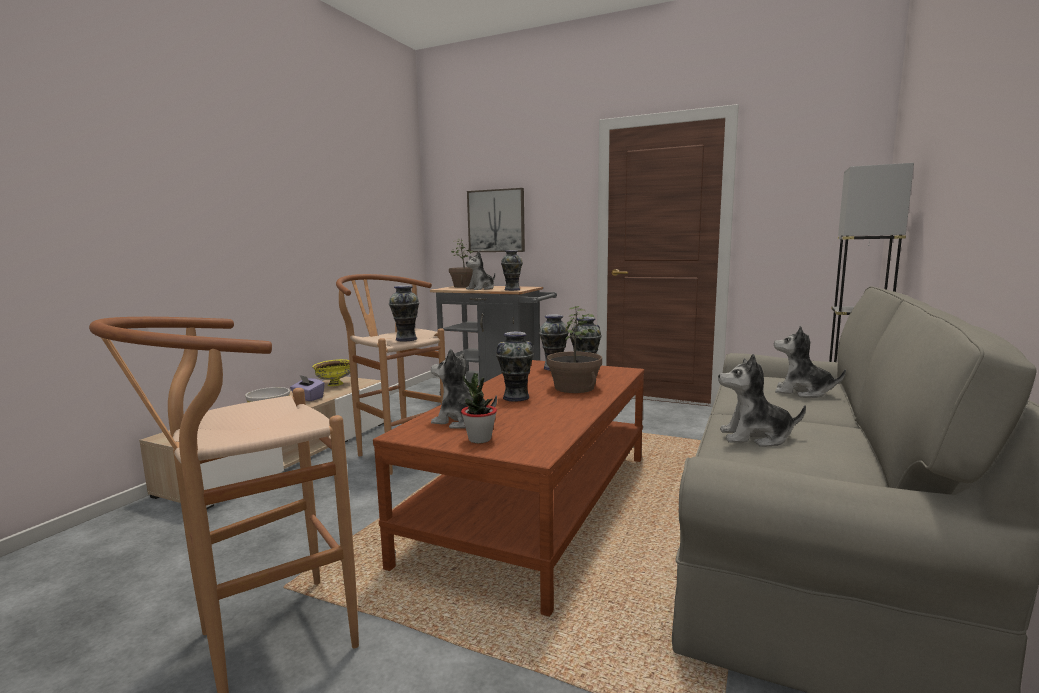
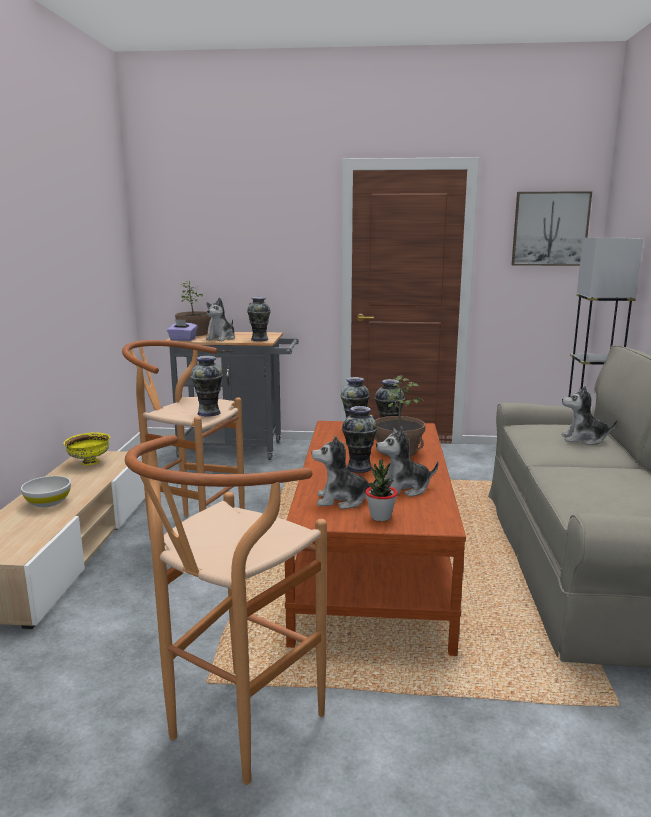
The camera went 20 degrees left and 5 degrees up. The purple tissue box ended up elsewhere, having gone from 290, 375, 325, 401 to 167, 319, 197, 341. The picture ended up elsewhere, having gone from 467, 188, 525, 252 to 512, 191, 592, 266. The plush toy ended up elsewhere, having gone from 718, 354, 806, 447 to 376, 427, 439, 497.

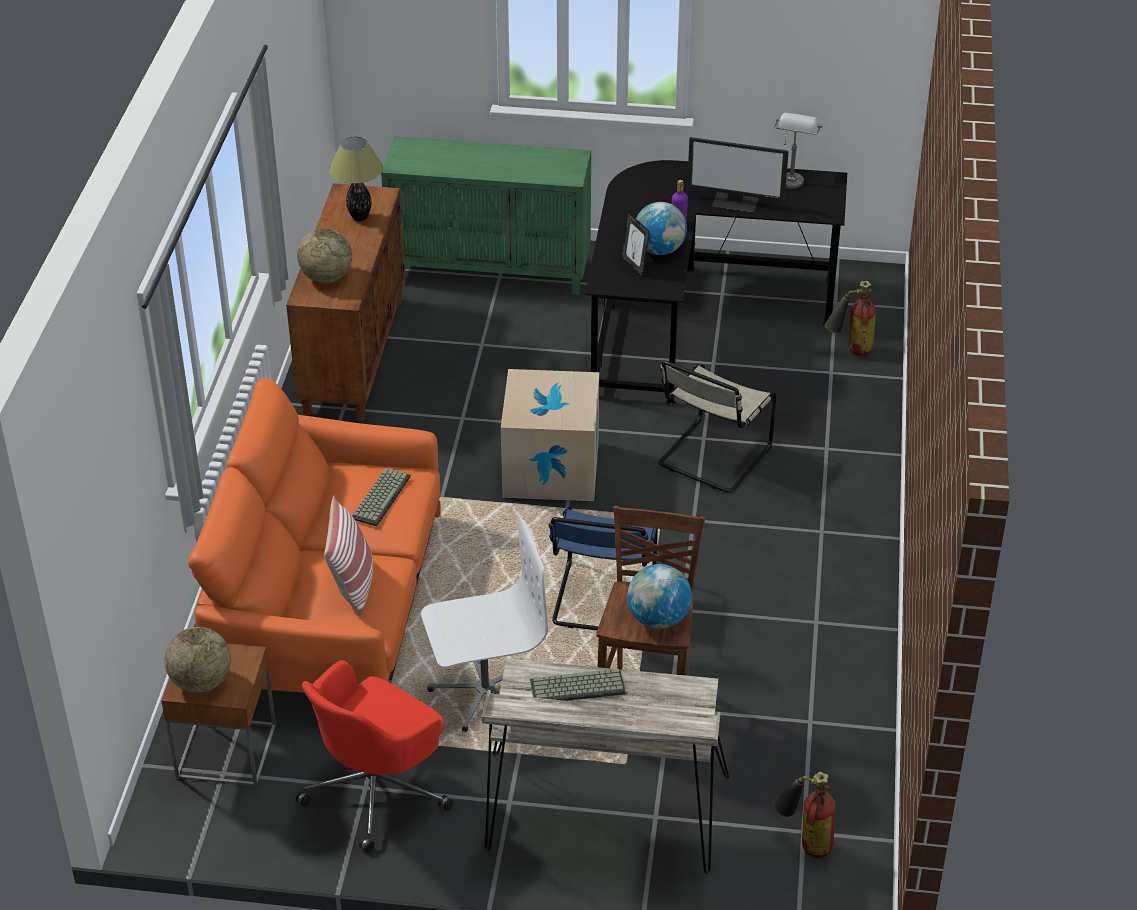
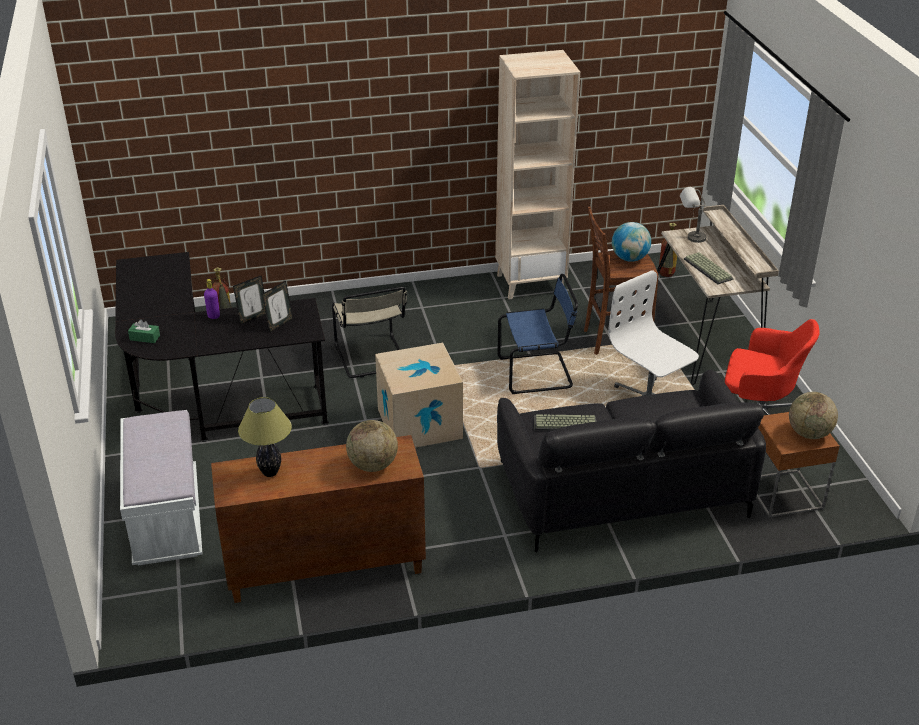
The camera went 110 degrees left and 5 degrees down. The second view lost the pillow at 324, 496, 373, 616. The second view lost the monitor at 687, 137, 789, 213. The second view gained the green tissue box at 128, 319, 160, 343. The second view gained the beige bookcase at 495, 50, 580, 299. The grey table lamp ended up elsewhere, having gone from 774, 113, 822, 189 to 680, 187, 706, 243. Where the green cabinet stood at 381, 136, 591, 295, the white bench came to stand at 120, 410, 203, 566. Where the globe stood at 636, 202, 687, 255, the picture frame came to stand at 233, 276, 266, 325. What was the orange sofa at 188, 378, 440, 693 turned into the black sofa at 497, 369, 766, 553. The beige chair at 659, 360, 777, 493 ended up facing another way, 60 degrees clockwise from before.

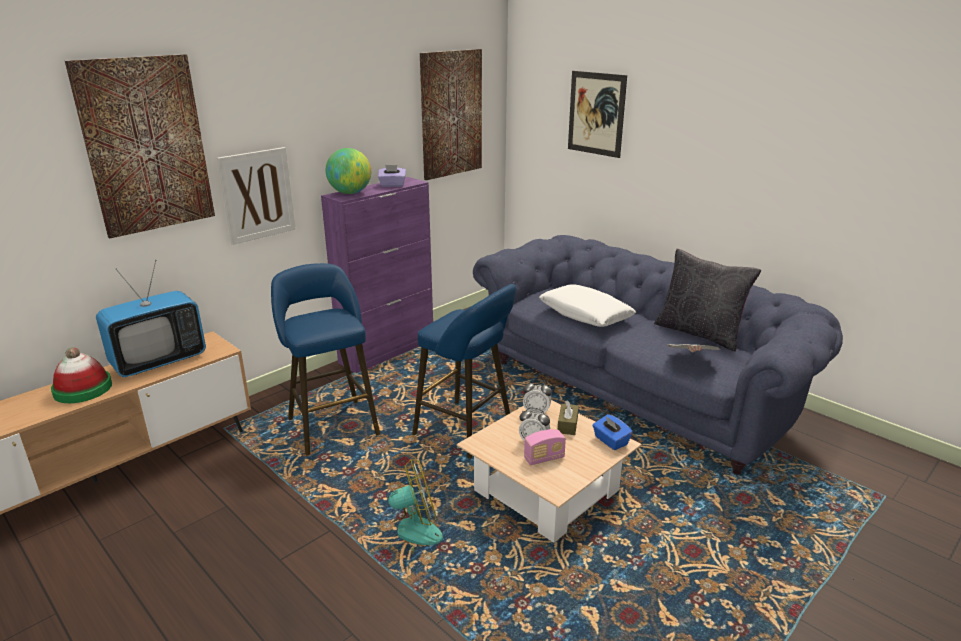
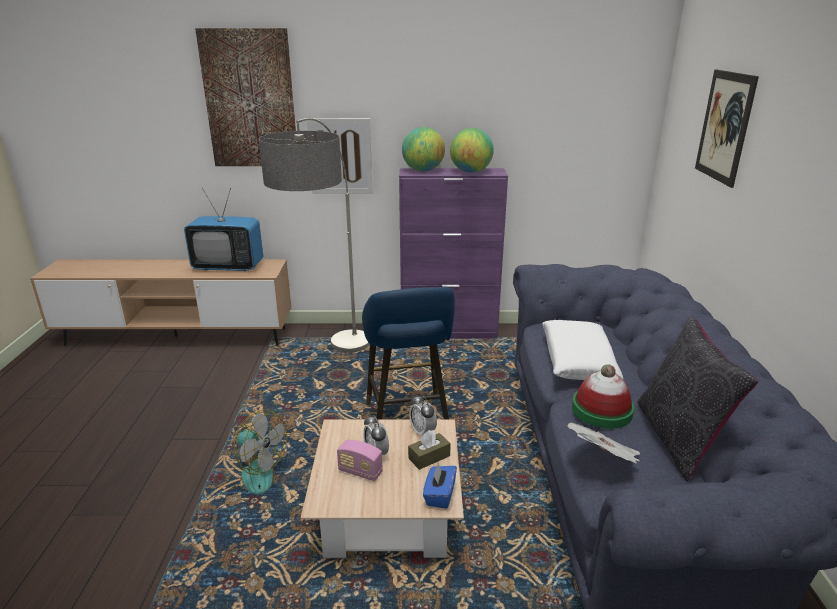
The camera went 45 degrees right and 0 degrees up. The second view lost the picture at 420, 49, 482, 180. The hat ended up elsewhere, having gone from 51, 347, 112, 403 to 572, 364, 634, 429. Where the blue stool stood at 271, 263, 380, 455, the floor lamp came to stand at 259, 118, 370, 352. Where the purple tissue box stood at 378, 165, 406, 187, the globe came to stand at 450, 128, 494, 173.

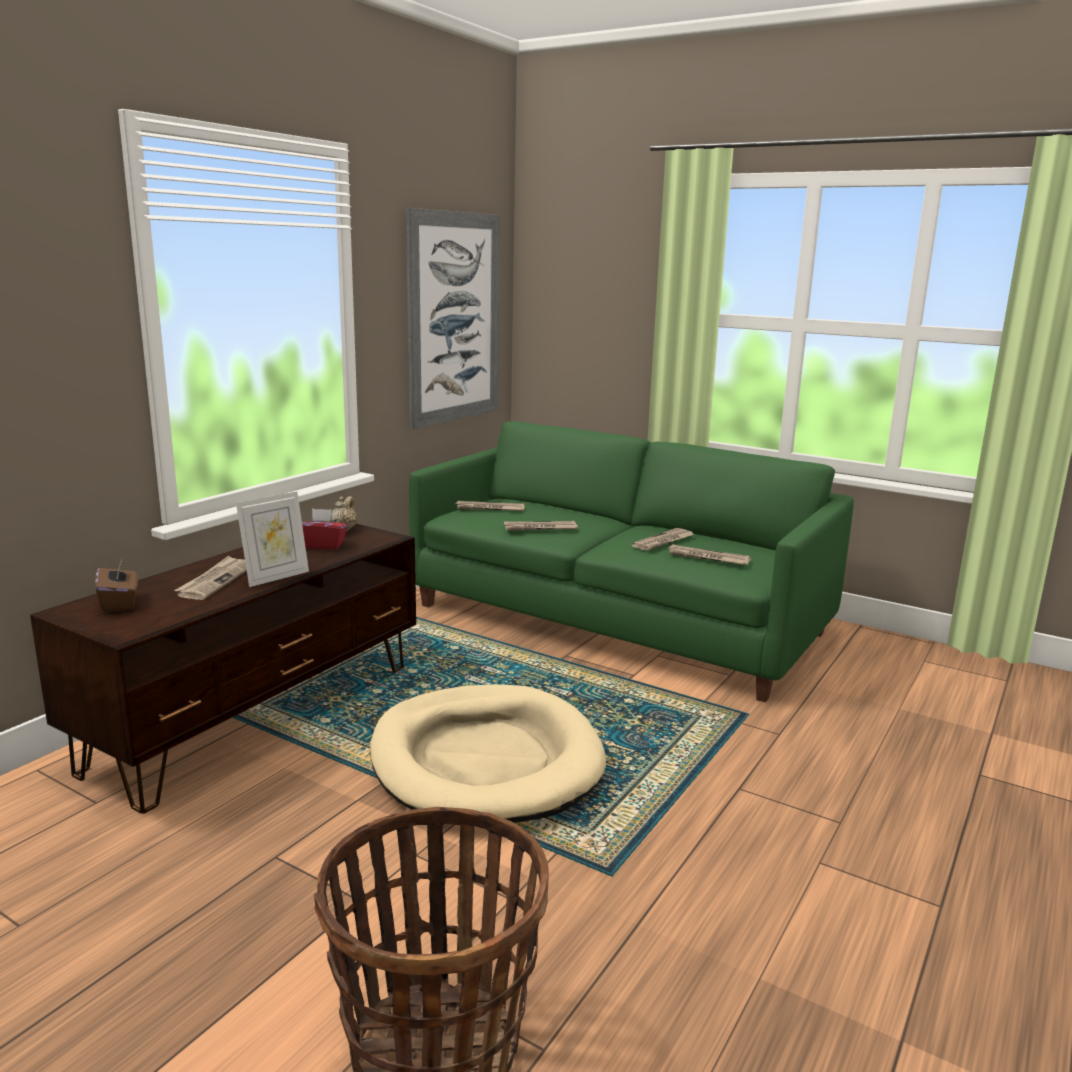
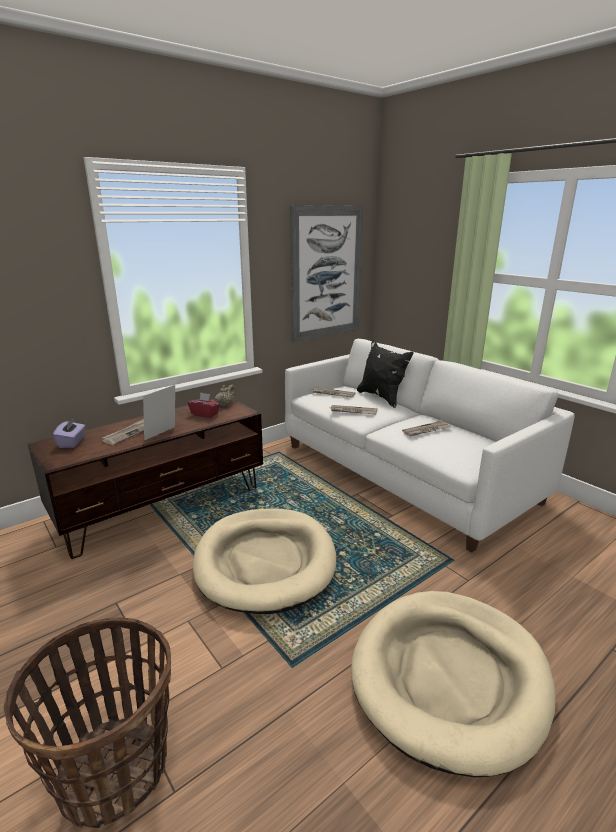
The camera went 20 degrees right and 5 degrees up. The second view lost the newspaper at 667, 545, 751, 565. The second view gained the beige dog bed at 351, 591, 556, 777. The second view gained the black pillow at 357, 341, 414, 408. What was the brown tissue box at 95, 560, 138, 613 turned into the purple tissue box at 53, 418, 85, 448. What was the green sofa at 409, 421, 854, 702 turned into the white sofa at 285, 339, 575, 553. The picture frame at 236, 491, 309, 587 ended up facing another way, 150 degrees clockwise from before.

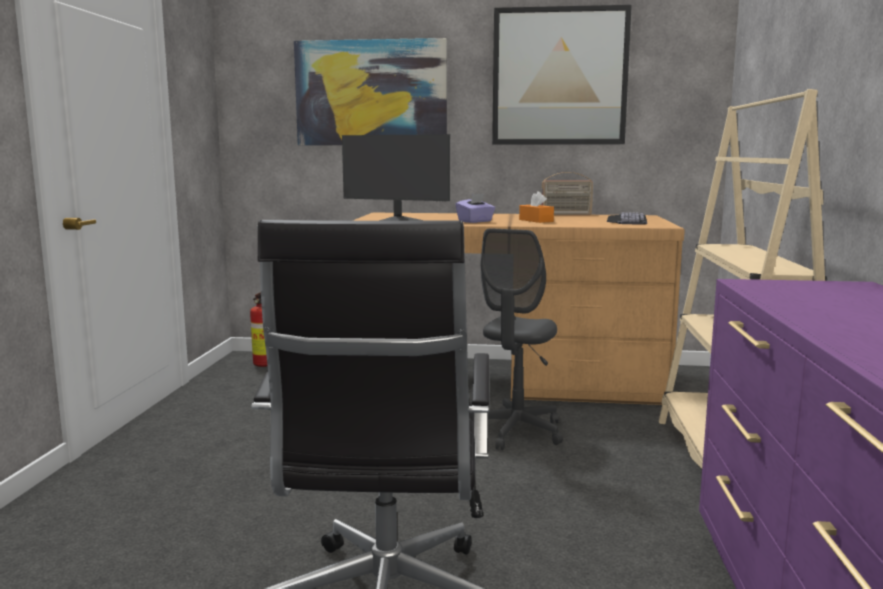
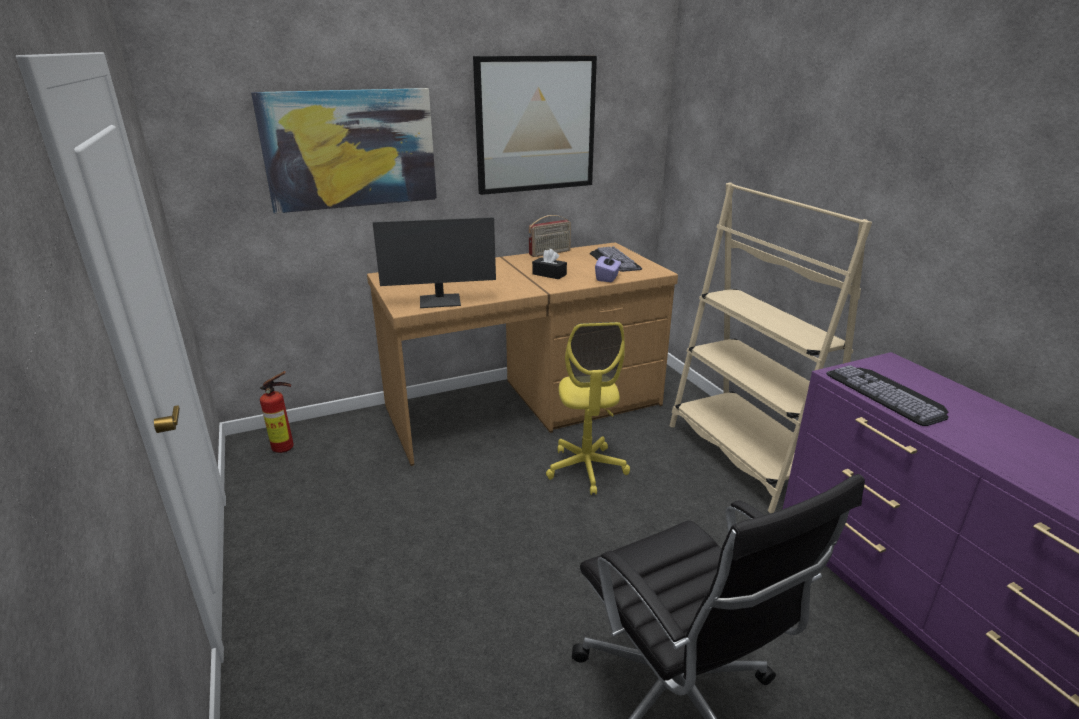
The camera went 30 degrees left and 15 degrees up. The second view gained the keyboard at 826, 365, 949, 426. The purple tissue box ended up elsewhere, having gone from 455, 194, 495, 223 to 595, 253, 621, 282. What was the grey office chair at 481, 228, 563, 450 turned into the yellow office chair at 546, 322, 630, 495. What was the orange tissue box at 519, 191, 554, 223 turned into the black tissue box at 532, 249, 567, 279.

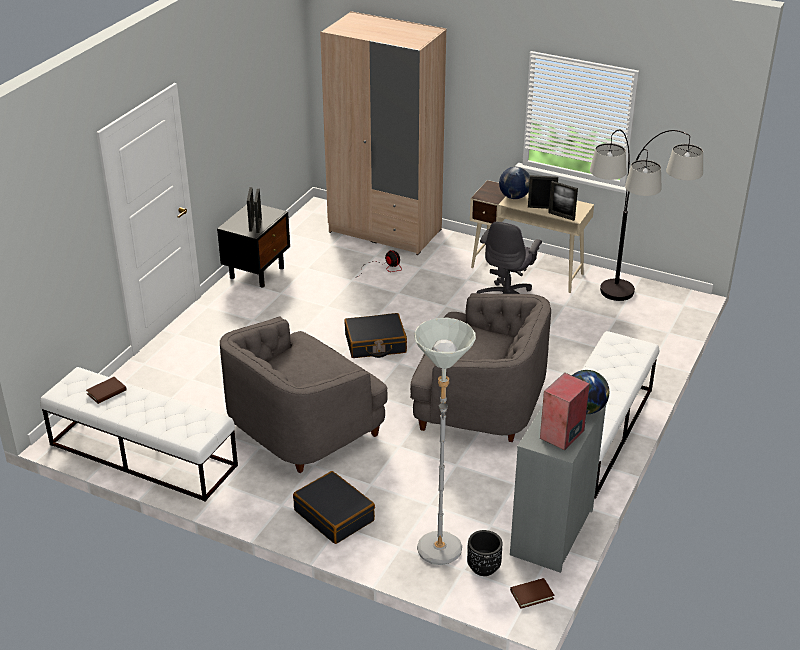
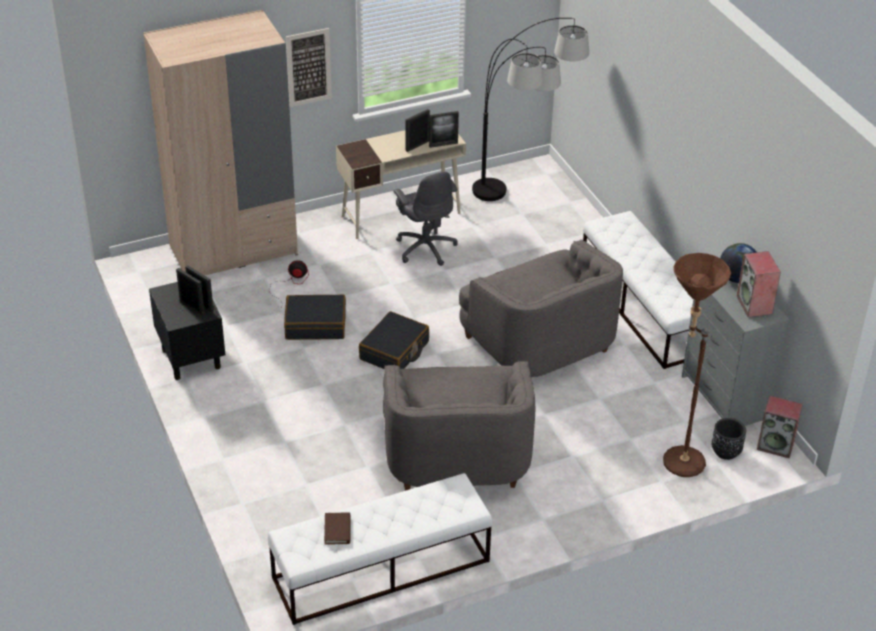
The camera went 50 degrees left and 5 degrees up. The second view lost the globe at 499, 167, 530, 199. The second view gained the picture at 286, 28, 332, 107. The black suitcase ended up elsewhere, having gone from 293, 471, 375, 544 to 284, 295, 346, 340. Where the brown book stood at 510, 578, 555, 609, the speaker came to stand at 757, 396, 803, 459. What was the grey floor lamp at 414, 318, 476, 565 turned into the brown floor lamp at 663, 253, 731, 477. The grey armchair at 410, 293, 551, 442 ended up facing another way, 90 degrees clockwise from before.

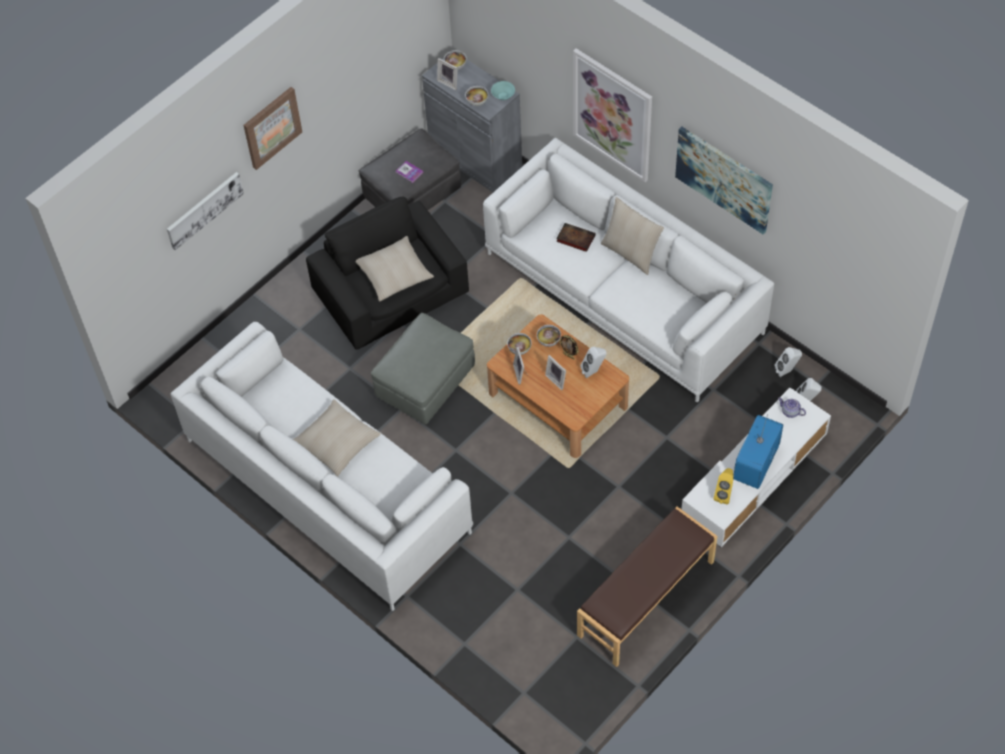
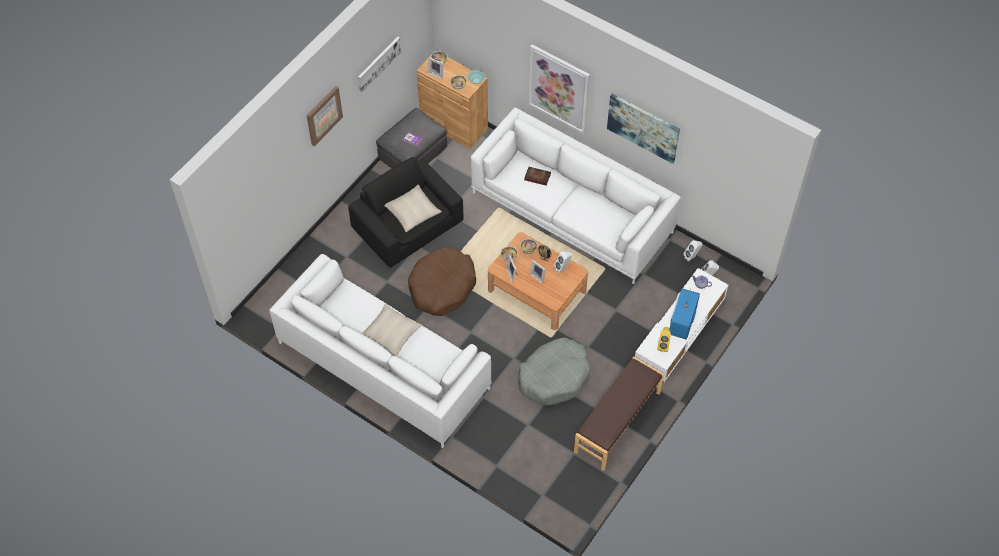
The camera went 10 degrees left and 0 degrees up. The second view lost the beige pillow at 601, 197, 664, 275. The second view gained the grey dog bed at 518, 337, 590, 405. The picture ended up elsewhere, having gone from 167, 172, 244, 250 to 358, 37, 401, 92. Where the grey ottoman stood at 371, 313, 475, 424, the brown dog bed came to stand at 408, 247, 476, 316. What was the grey cabinet at 422, 50, 522, 192 turned into the brown cabinet at 416, 51, 488, 149.

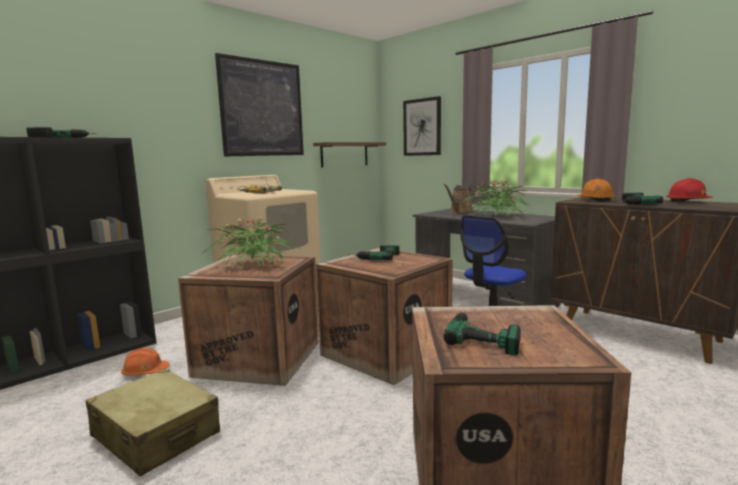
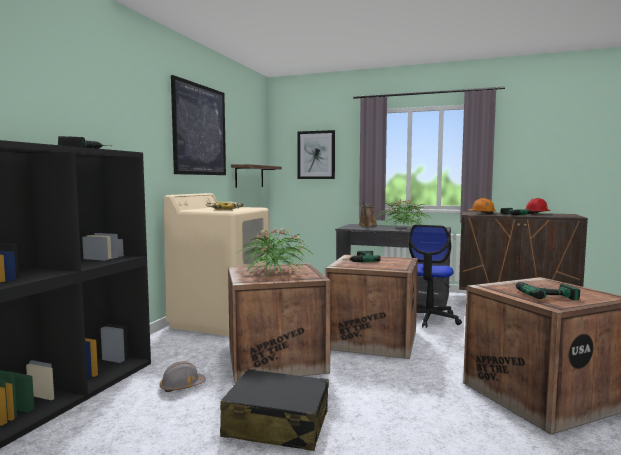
The camera went 25 degrees left and 5 degrees down. What was the beige suitcase at 86, 369, 220, 477 turned into the black suitcase at 220, 369, 329, 451. What was the orange hard hat at 121, 348, 169, 376 turned into the grey hard hat at 160, 361, 206, 392.

